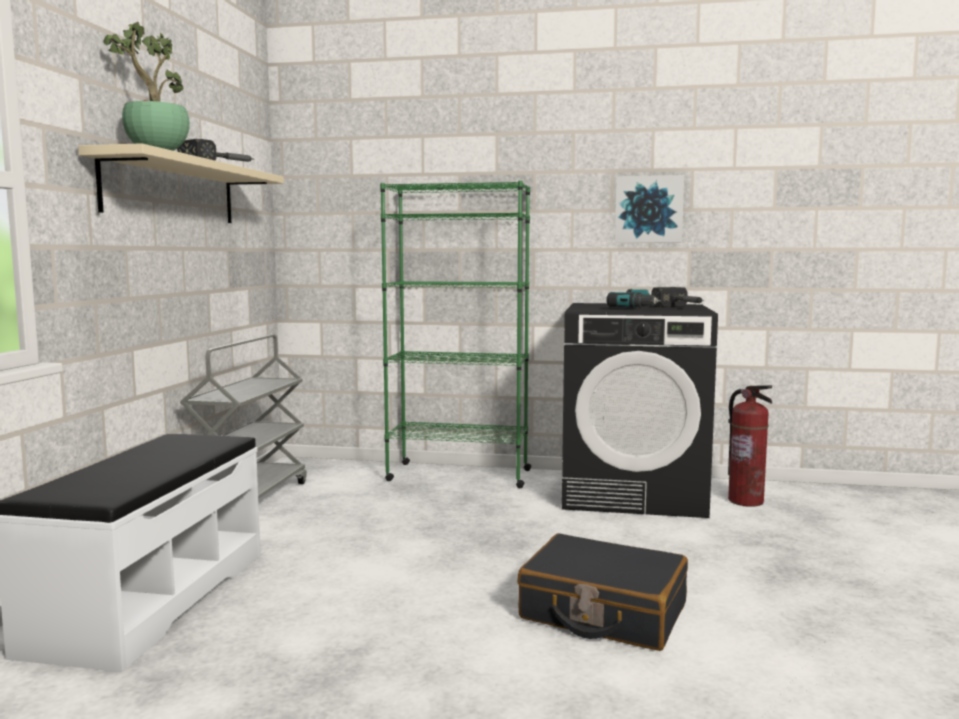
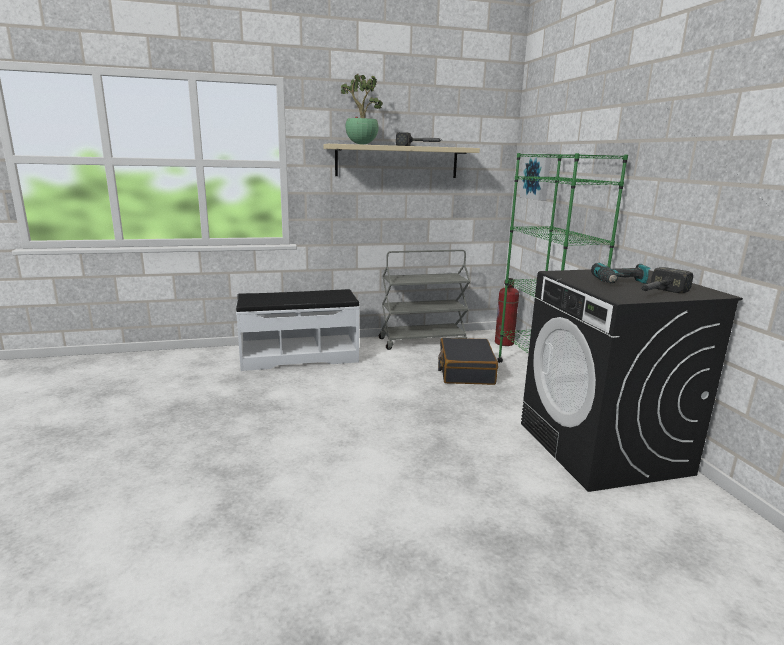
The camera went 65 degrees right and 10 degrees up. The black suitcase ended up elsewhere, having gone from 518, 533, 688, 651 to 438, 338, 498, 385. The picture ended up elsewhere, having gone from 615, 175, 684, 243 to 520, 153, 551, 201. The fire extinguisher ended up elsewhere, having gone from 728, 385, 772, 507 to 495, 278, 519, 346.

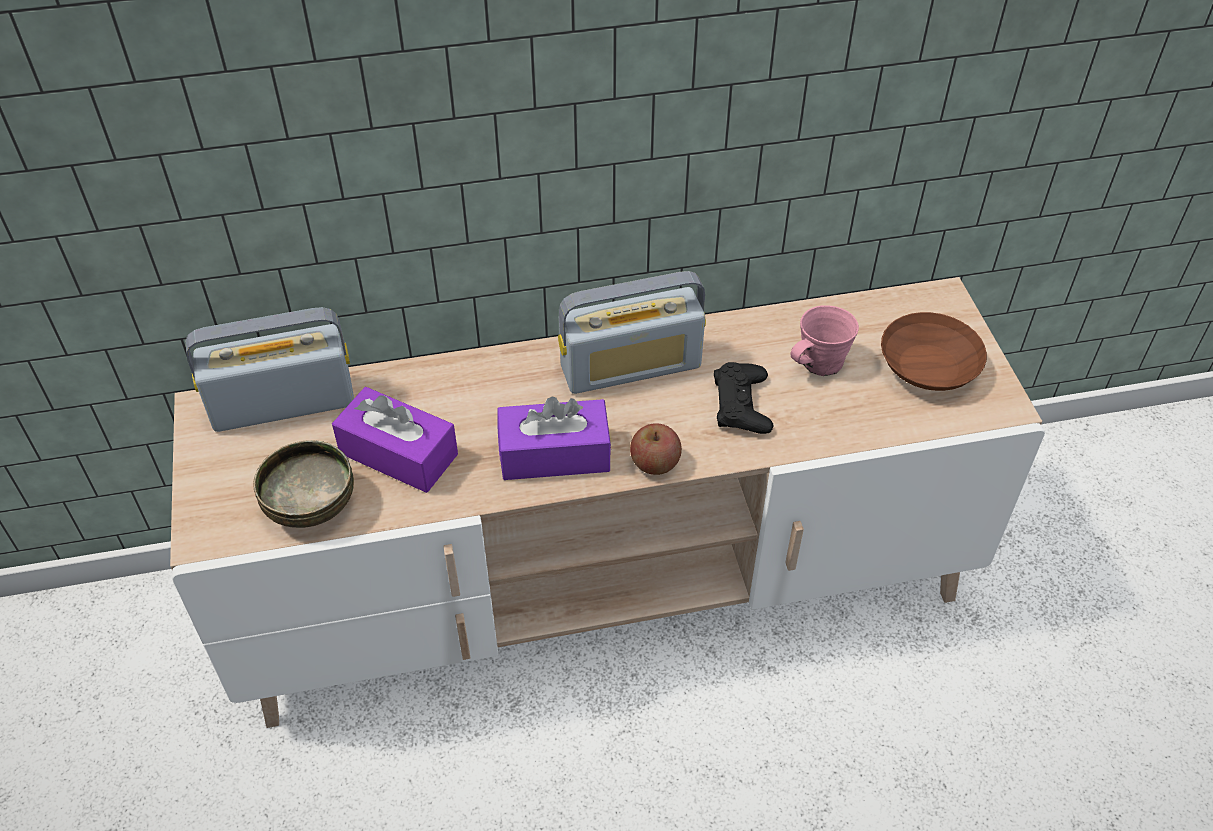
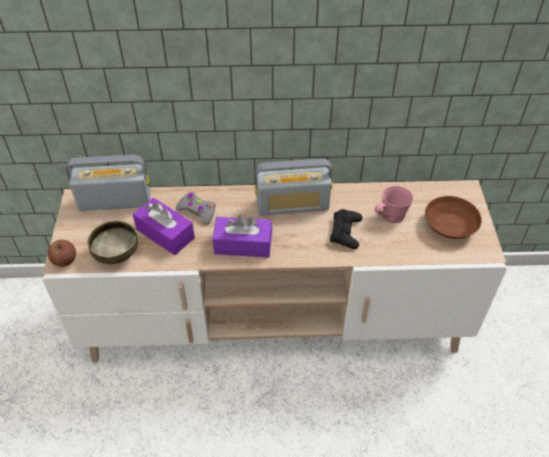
The camera went 10 degrees right and 0 degrees up. The second view gained the grey game controller at 176, 192, 216, 225. The apple ended up elsewhere, having gone from 630, 423, 682, 475 to 48, 240, 76, 267.

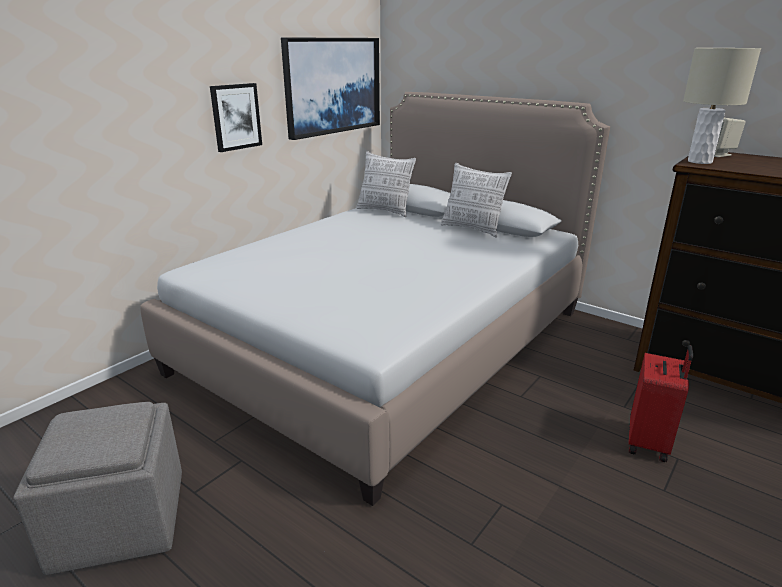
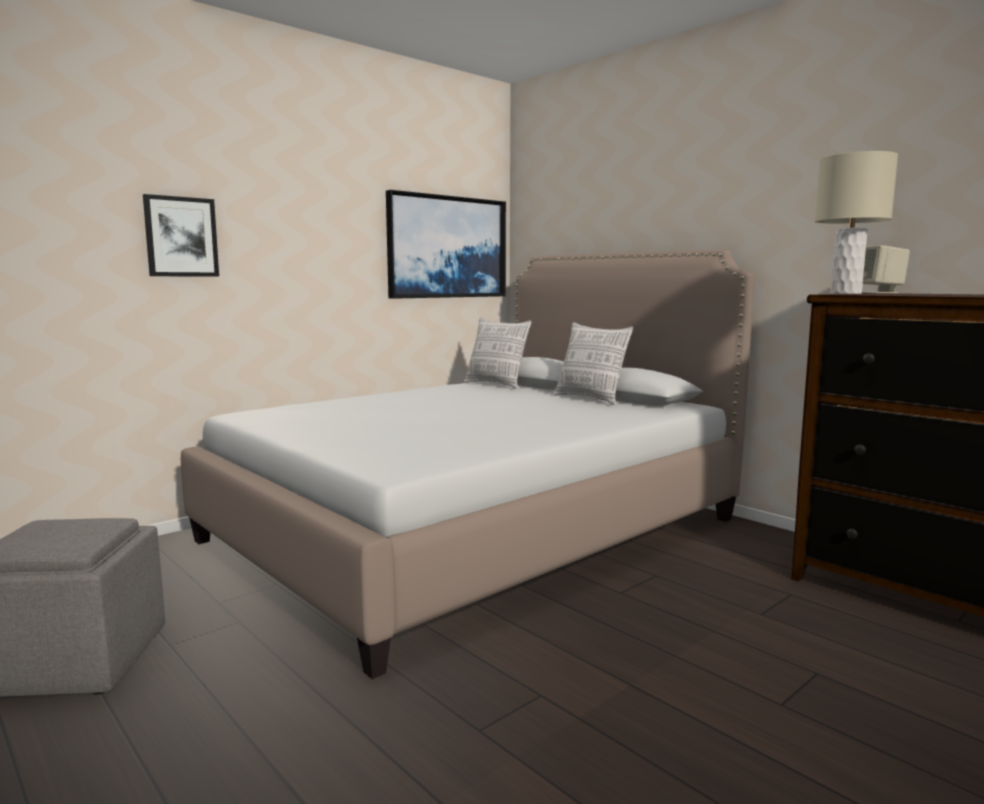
The camera went 10 degrees right and 15 degrees down. The second view lost the red suitcase at 629, 345, 693, 462. The picture ended up elsewhere, having gone from 210, 83, 262, 152 to 143, 194, 219, 277.

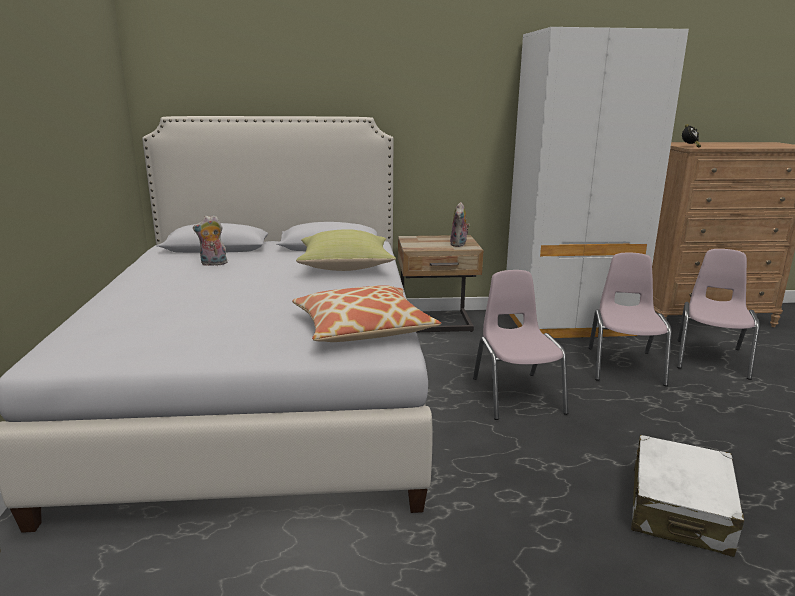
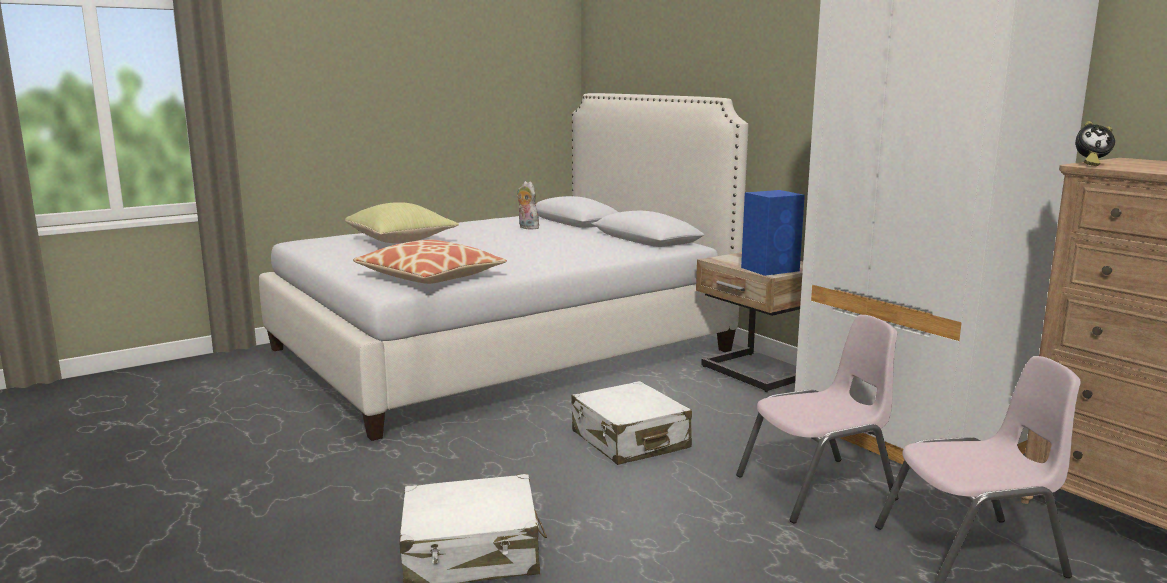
The camera went 60 degrees right and 5 degrees down. The yellow pillow ended up elsewhere, having gone from 296, 229, 396, 271 to 345, 202, 459, 243. Where the plush toy stood at 450, 202, 470, 247, the blue speaker came to stand at 741, 190, 805, 276. Where the pink chair stood at 473, 270, 568, 420, the white suitcase came to stand at 571, 381, 692, 465.

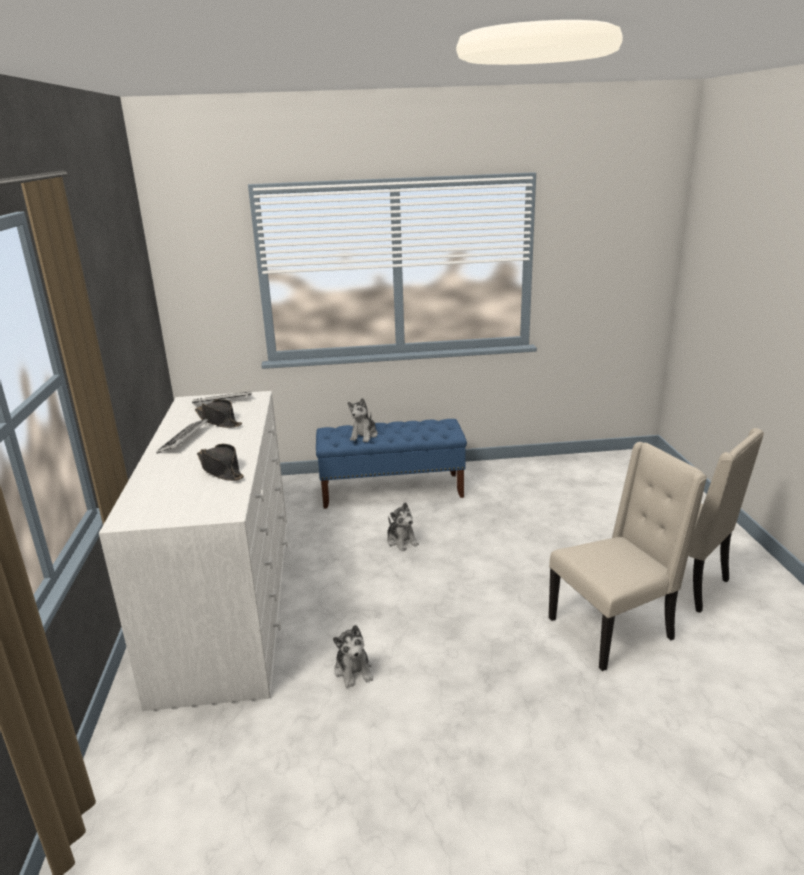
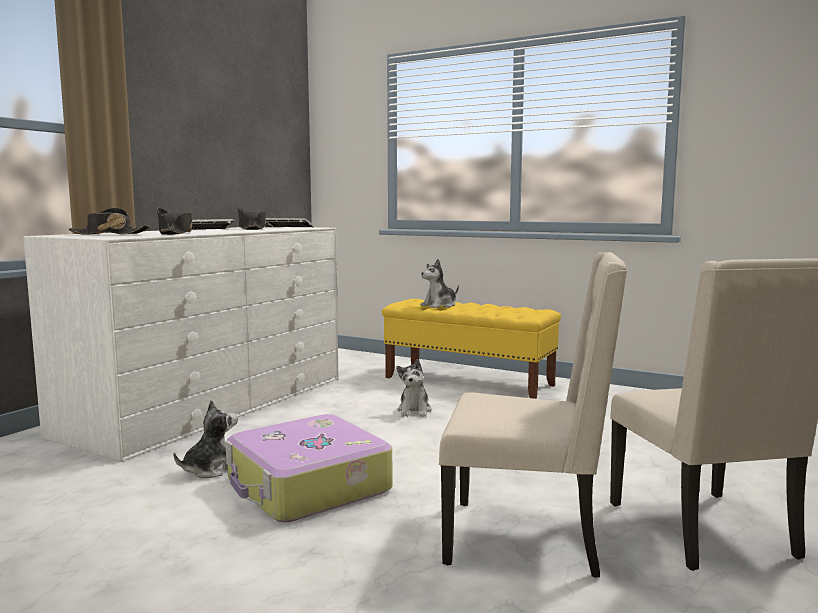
The camera went 35 degrees right and 15 degrees down. The second view gained the black hat at 68, 208, 151, 235. The second view gained the suitcase at 225, 414, 392, 522. What was the blue bench at 316, 419, 467, 509 turned into the yellow bench at 382, 299, 561, 399. The plush toy at 333, 625, 373, 688 ended up facing another way, 150 degrees counterclockwise from before.

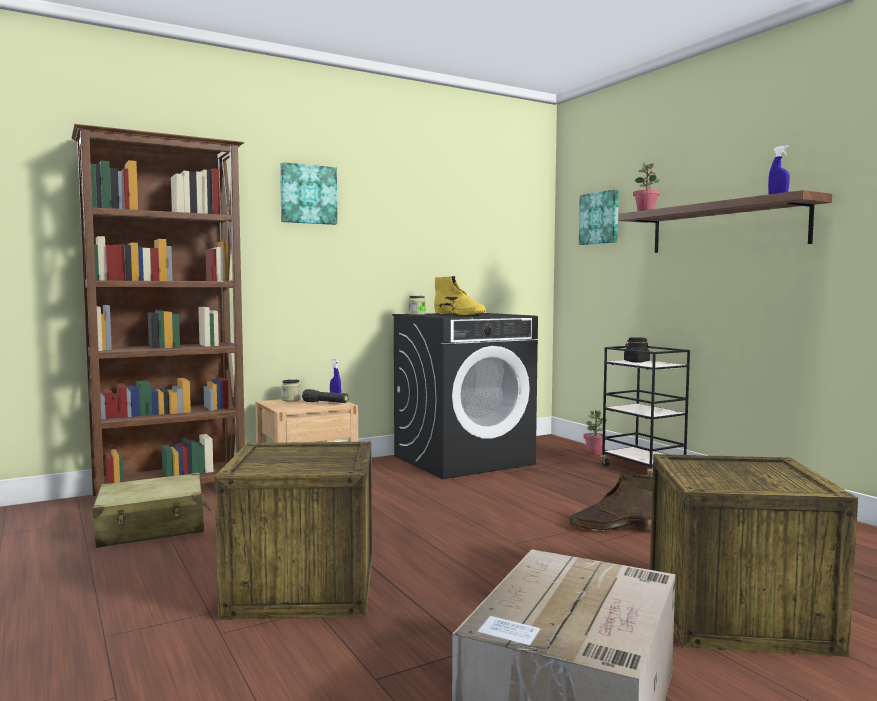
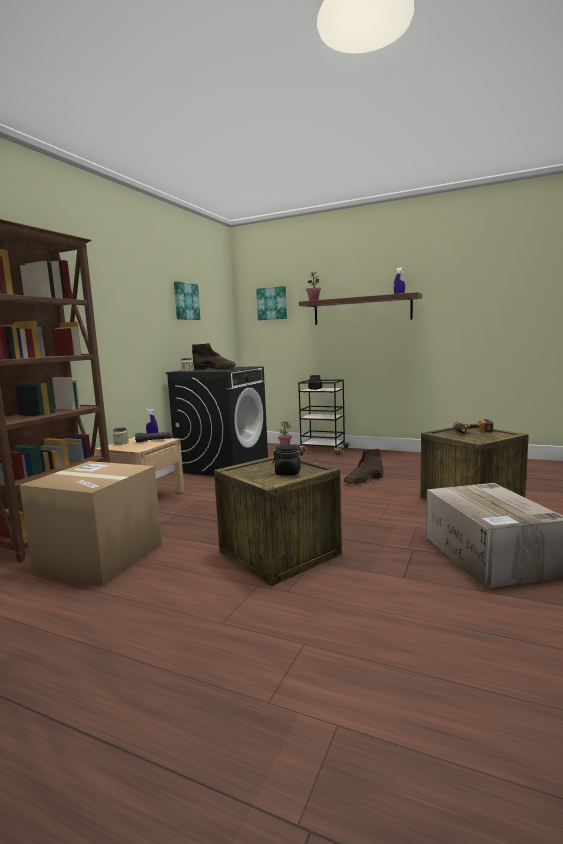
The camera went 35 degrees left and 5 degrees up. The second view gained the black jar at 272, 445, 303, 476. The second view gained the power drill at 453, 419, 493, 433. The picture ended up elsewhere, having gone from 280, 162, 337, 225 to 174, 281, 200, 320. Where the beige suitcase stood at 93, 473, 211, 548, the cardboard box came to stand at 20, 461, 162, 586. What was the yellow boot at 434, 276, 486, 315 turned into the brown boot at 192, 343, 236, 370.

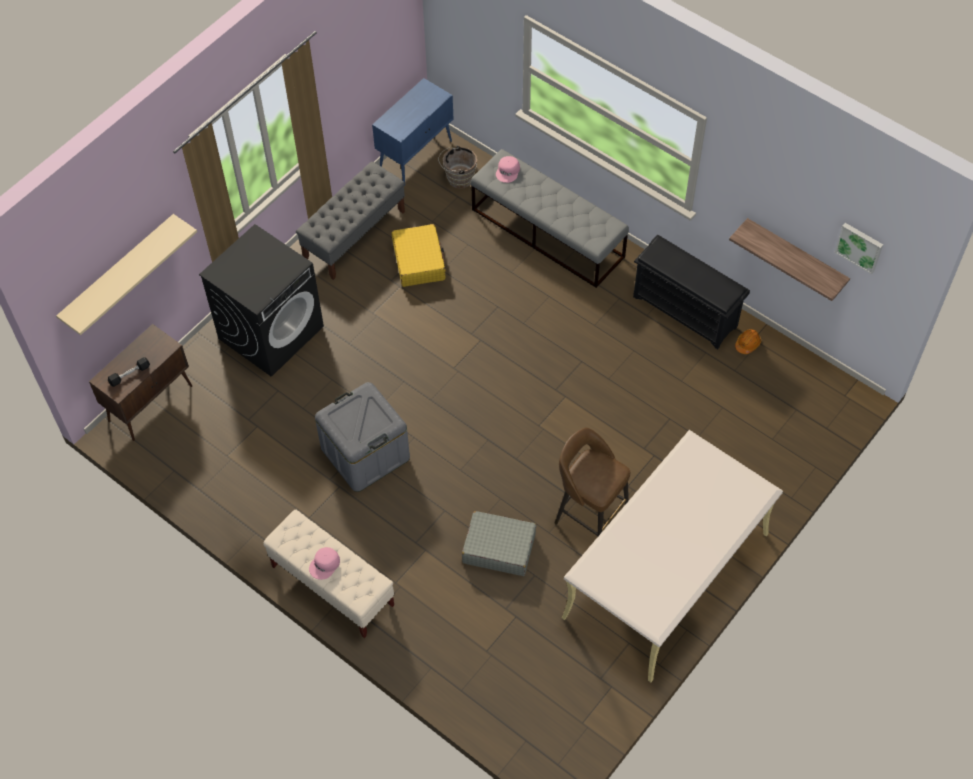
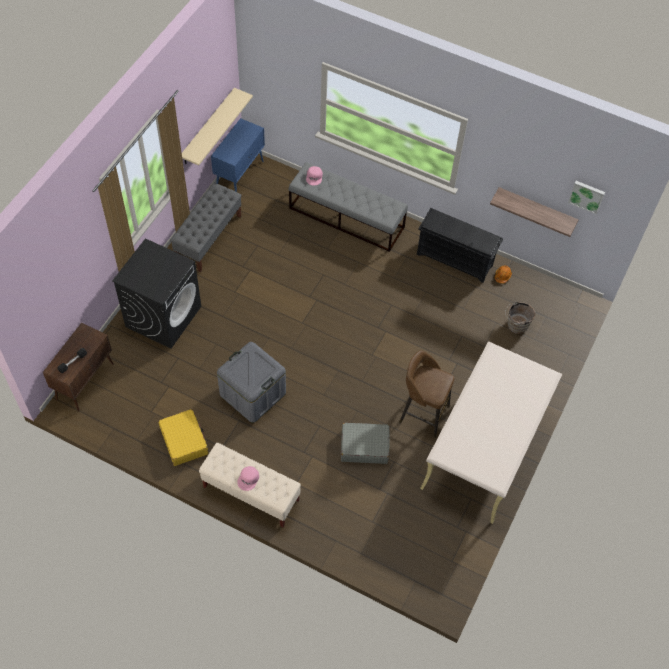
The camera went 15 degrees left and 0 degrees up. The beige shelf ended up elsewhere, having gone from 56, 214, 197, 335 to 182, 88, 253, 166. The yellow suitcase ended up elsewhere, having gone from 392, 224, 446, 287 to 158, 409, 208, 466. The brown bucket ended up elsewhere, having gone from 438, 145, 477, 189 to 505, 301, 535, 334.

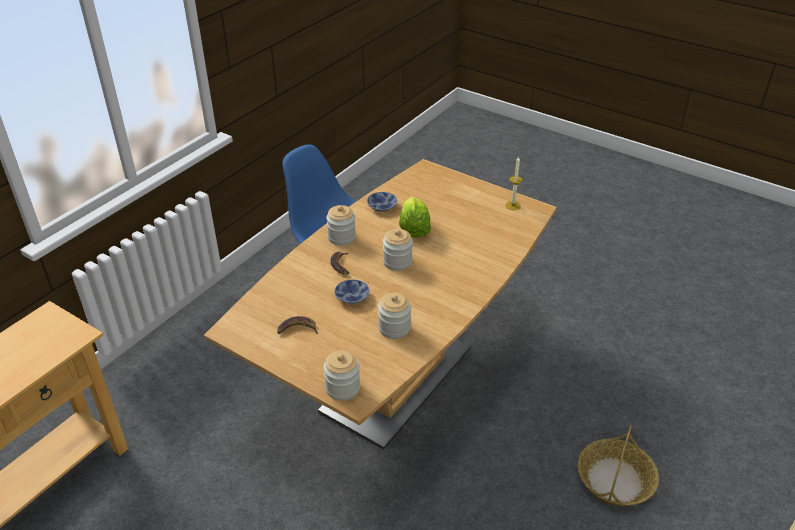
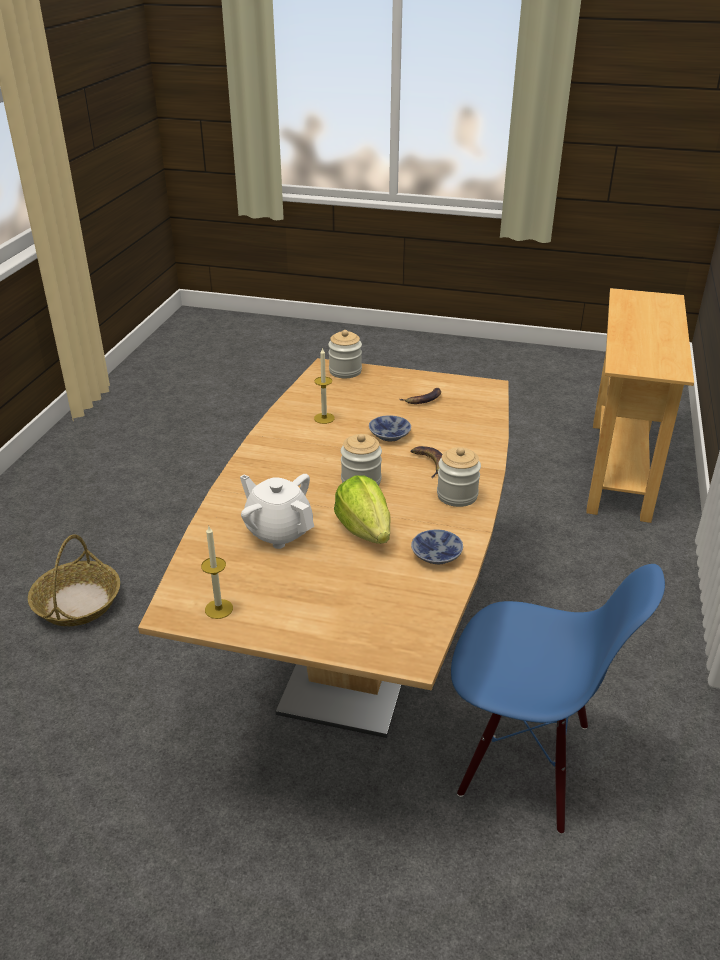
The camera went 160 degrees right and 5 degrees down. The second view gained the white teapot at 240, 474, 314, 549. Where the jar stood at 378, 293, 411, 339, the candle came to stand at 314, 347, 335, 424.

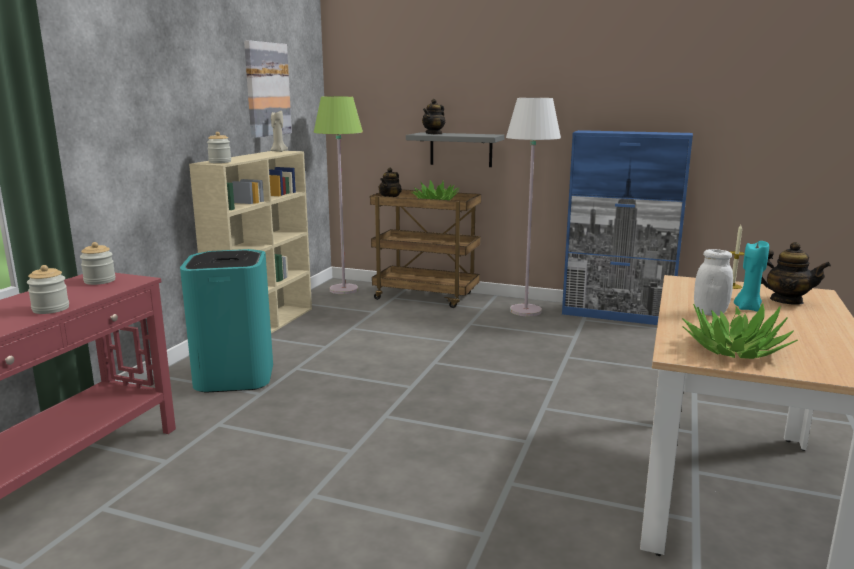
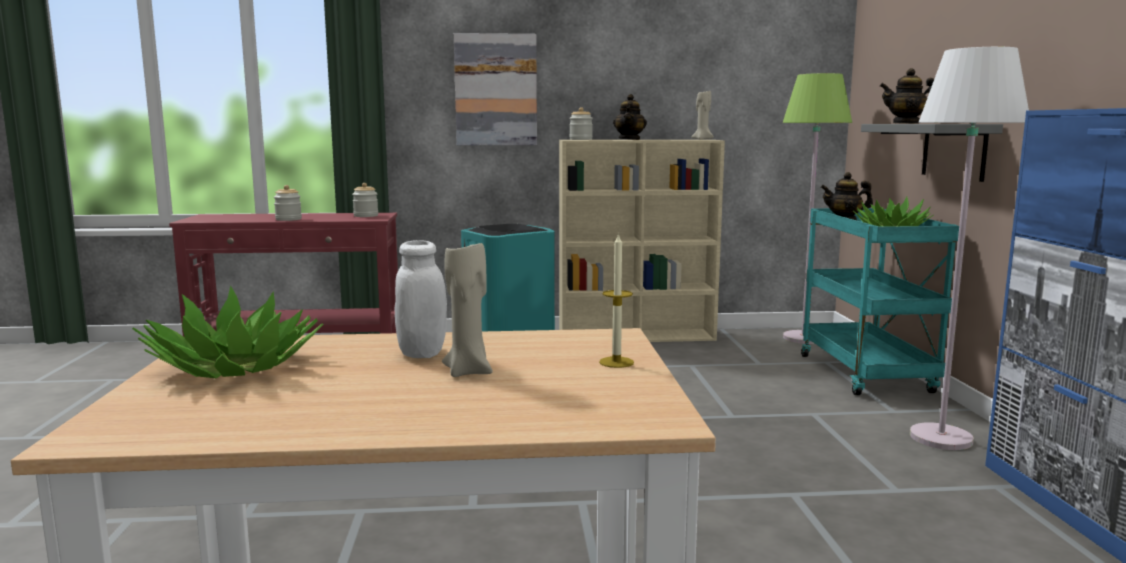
The camera went 65 degrees right and 5 degrees down. The picture ended up elsewhere, having gone from 244, 40, 292, 138 to 454, 33, 537, 145. The teapot ended up elsewhere, having gone from 761, 242, 831, 305 to 613, 94, 647, 140. What was the brown cart at 370, 190, 481, 308 turned into the turquoise cart at 801, 208, 959, 395. What was the turquoise candle at 734, 241, 769, 312 turned into the beige candle at 442, 238, 493, 377.

